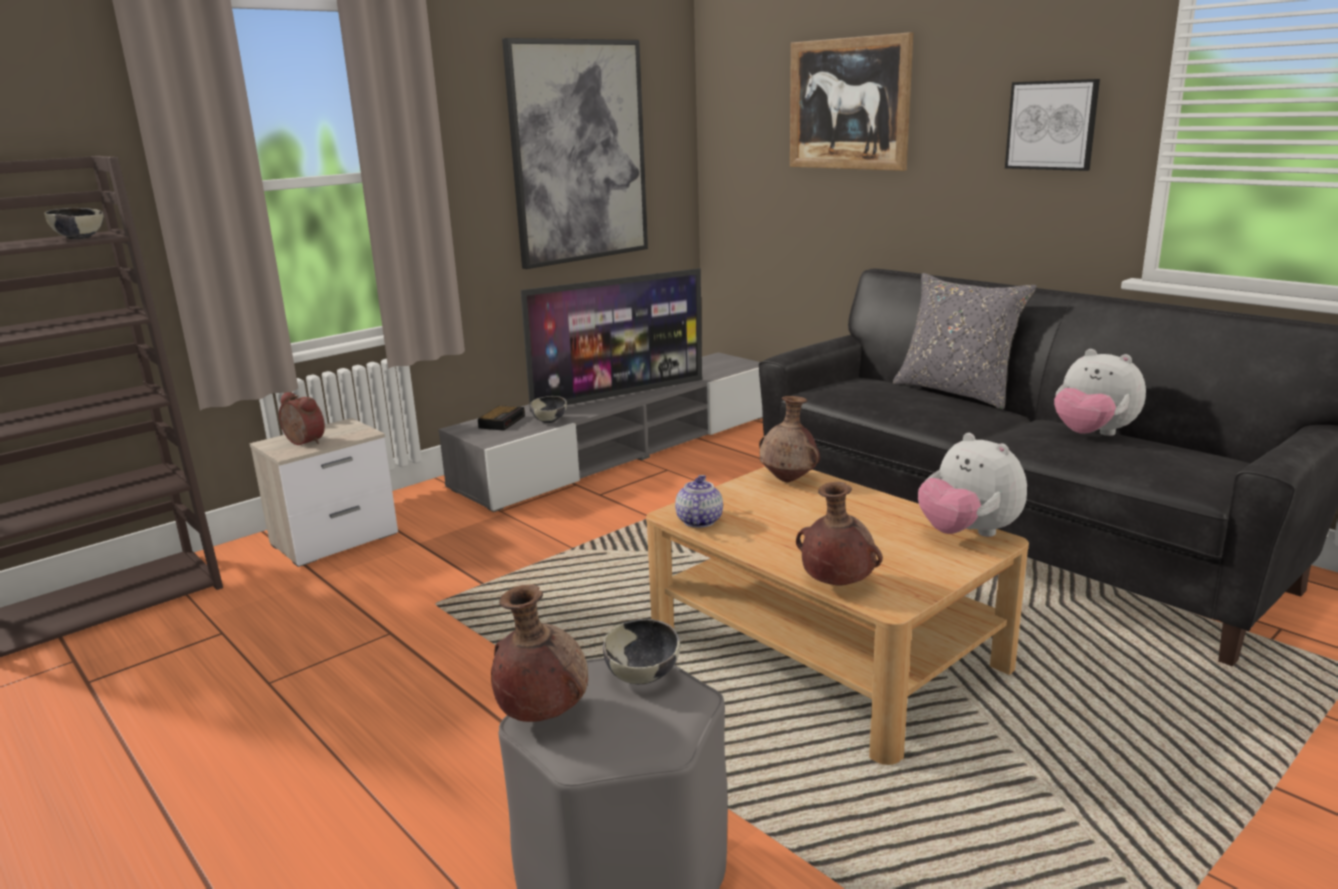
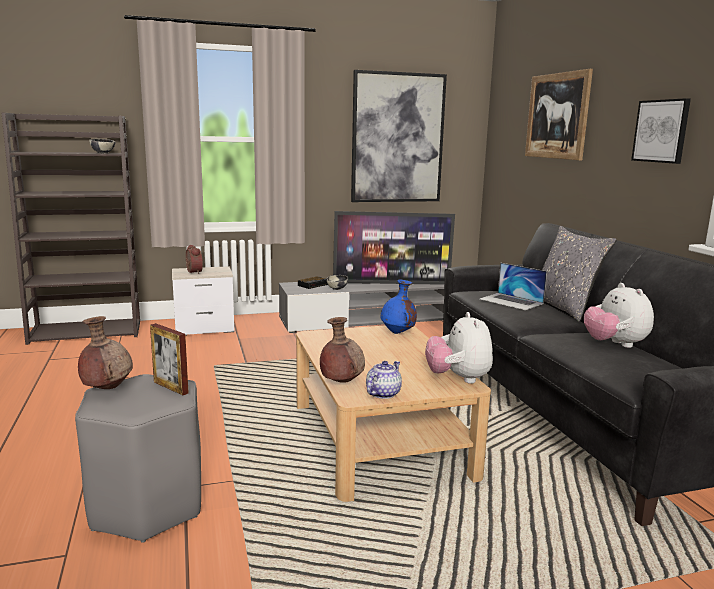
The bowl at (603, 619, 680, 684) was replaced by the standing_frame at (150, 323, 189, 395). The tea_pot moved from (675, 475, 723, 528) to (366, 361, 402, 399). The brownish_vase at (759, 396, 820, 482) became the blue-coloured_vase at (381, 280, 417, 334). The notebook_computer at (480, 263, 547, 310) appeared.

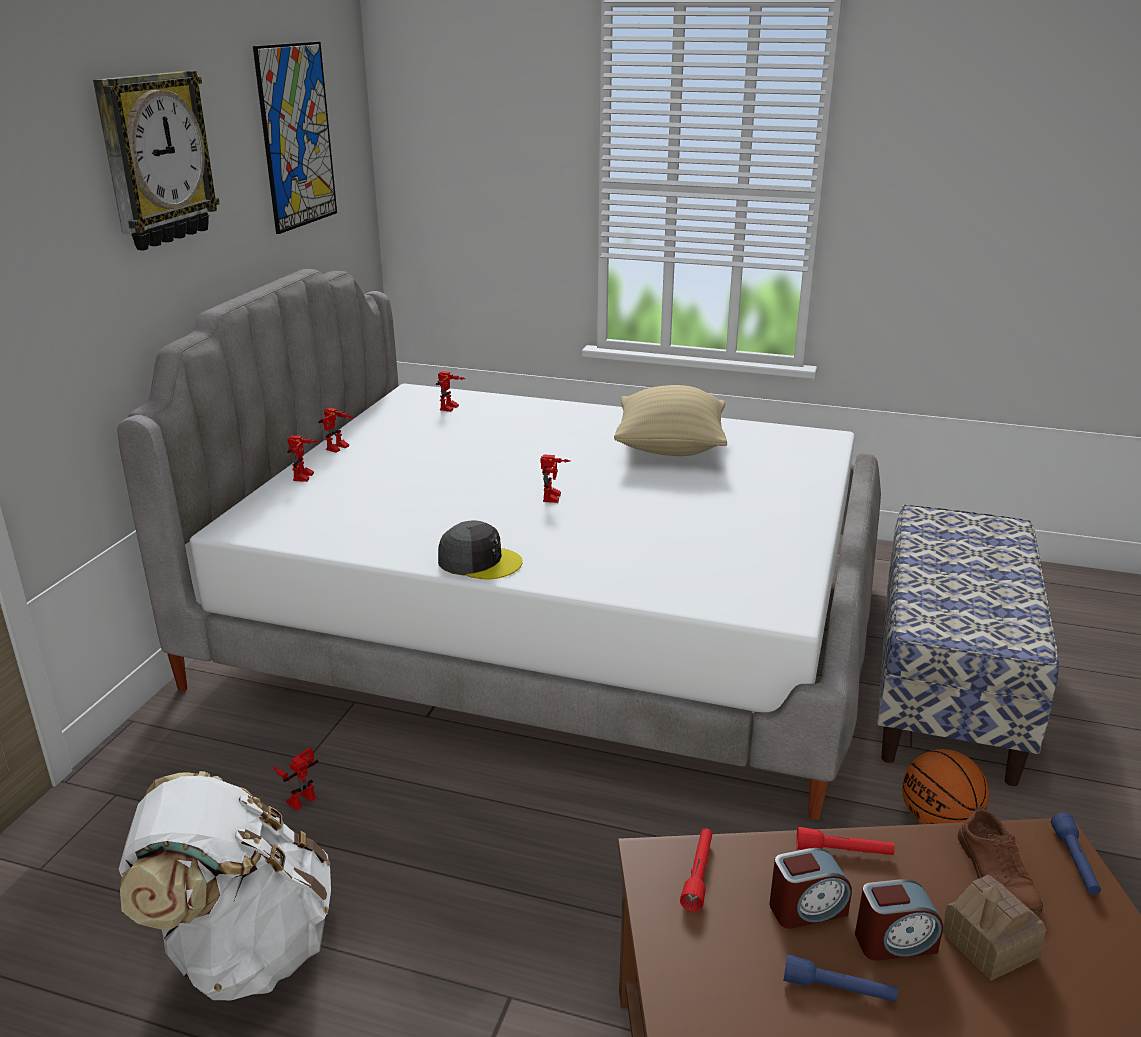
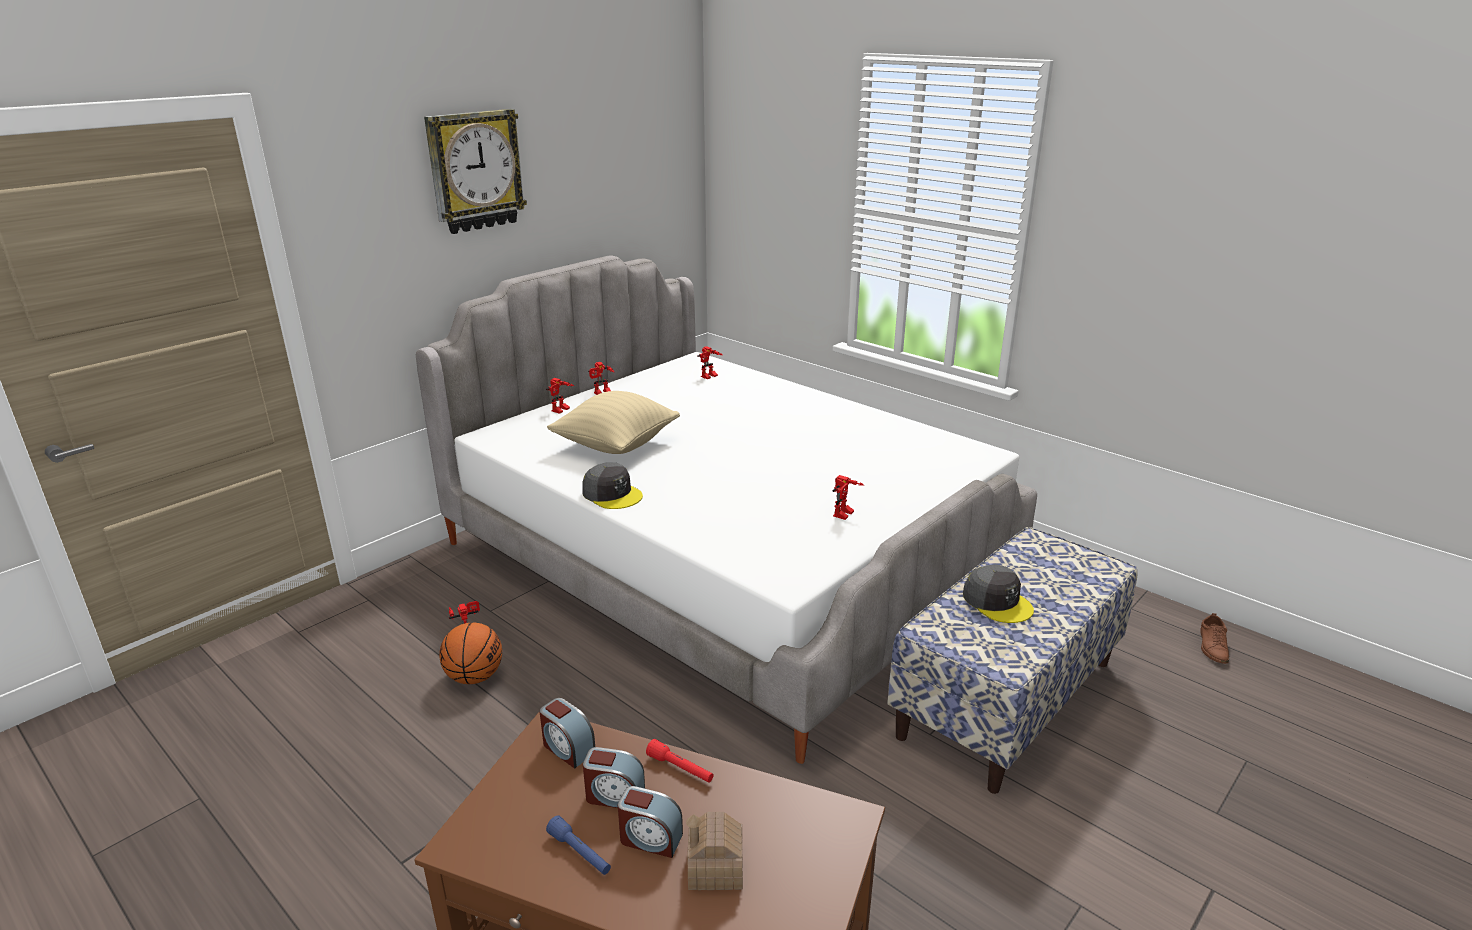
The whitish_knapsack at (119, 771, 331, 1000) disappeared. The picture at (253, 42, 337, 234) disappeared. The model_robot moved from (540, 454, 570, 503) to (832, 475, 864, 520). The beige-coloured_pillow moved from (614, 385, 727, 456) to (547, 391, 680, 454). The red_torch at (680, 829, 712, 911) was replaced by the alarm_clock at (539, 698, 595, 768). The basketball_ball moved from (902, 749, 989, 824) to (439, 623, 502, 684). The brownish_low_shoe moved from (957, 806, 1043, 915) to (1200, 613, 1229, 664). The blue-coloured_torch at (1051, 812, 1101, 895) disappeared. The greyish_baseball_cap at (963, 564, 1034, 623) appeared.

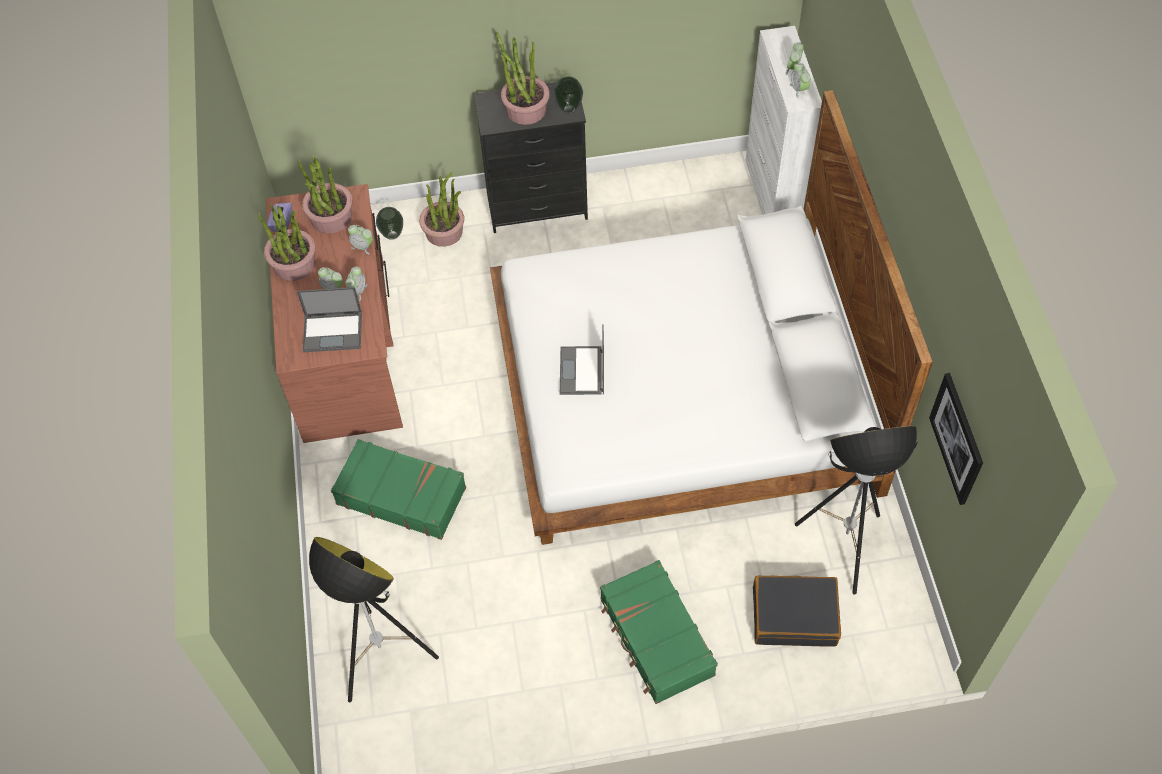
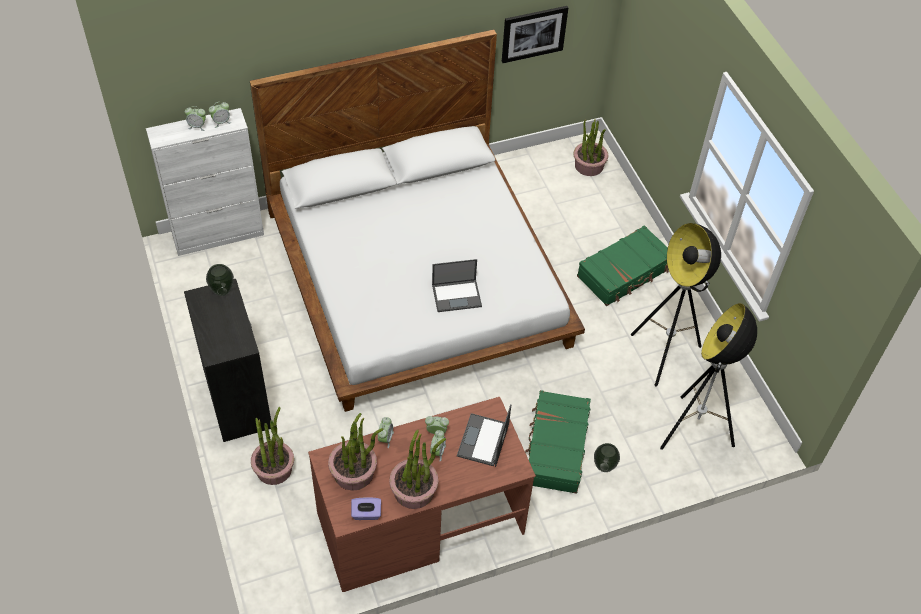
The notebook_computer at (297, 287, 362, 352) turned 150 degrees counterclockwise. The vase moved from (376, 207, 403, 240) to (594, 443, 620, 472). The houseplant moved from (496, 32, 550, 125) to (573, 119, 608, 176). The blackish_suitcase at (753, 575, 841, 647) disappeared. The standard_lamp moved from (795, 426, 918, 595) to (631, 223, 721, 387).

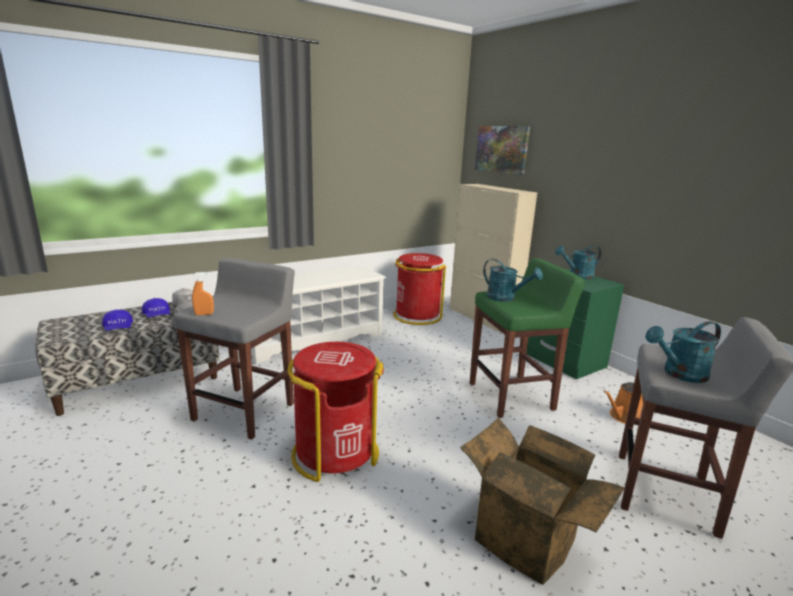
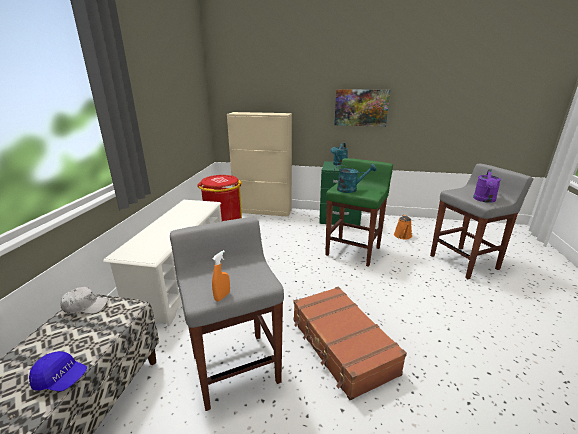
The blue-coloured_baseball_cap at (142, 298, 170, 317) disappeared. The red_rubbish_bin at (288, 342, 384, 482) was replaced by the brownish_suitcase at (294, 287, 407, 400). The carton at (460, 418, 625, 585) disappeared. The picture moved from (475, 126, 530, 175) to (334, 89, 390, 127). The turquoise-coloured_watering_pot at (645, 321, 721, 383) became the purplish_watering_pot at (473, 169, 501, 203).

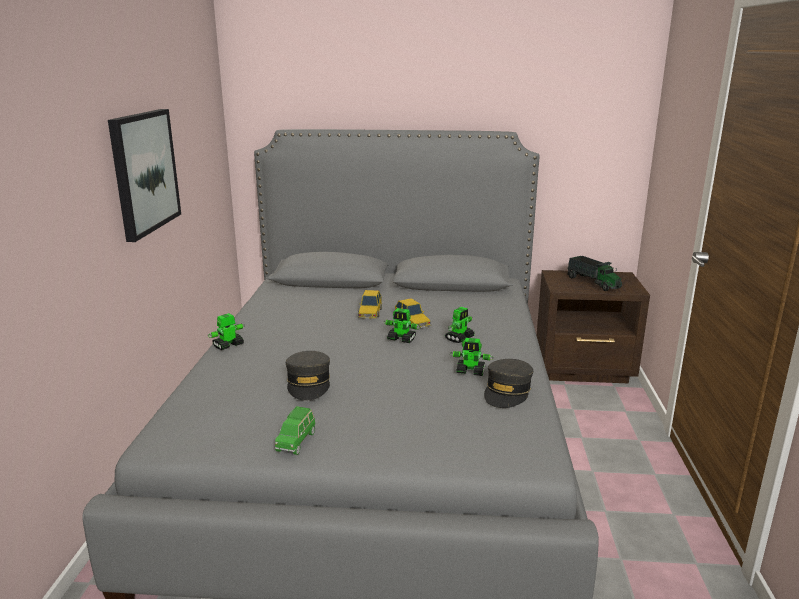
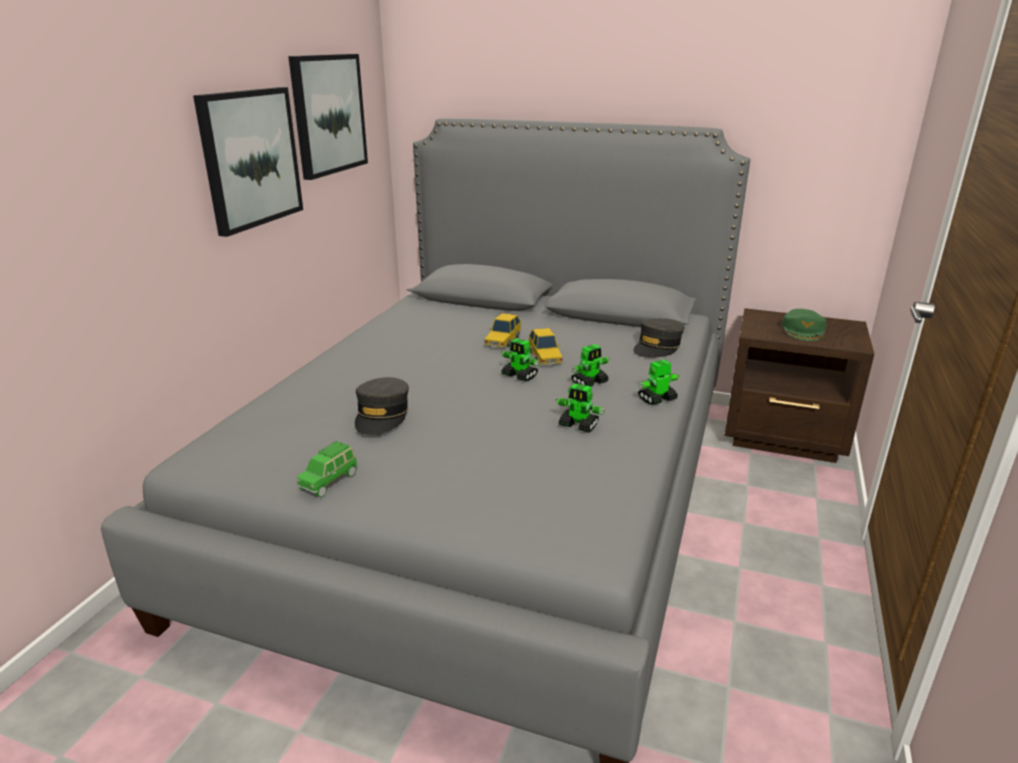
The model_robot moved from (208, 313, 244, 350) to (638, 360, 679, 405). The greyish_baseball_cap moved from (484, 359, 533, 408) to (633, 318, 684, 358). The toy_lorry at (567, 256, 622, 291) was replaced by the green_baseball_cap at (782, 309, 826, 341). The picture at (288, 54, 368, 180) appeared.

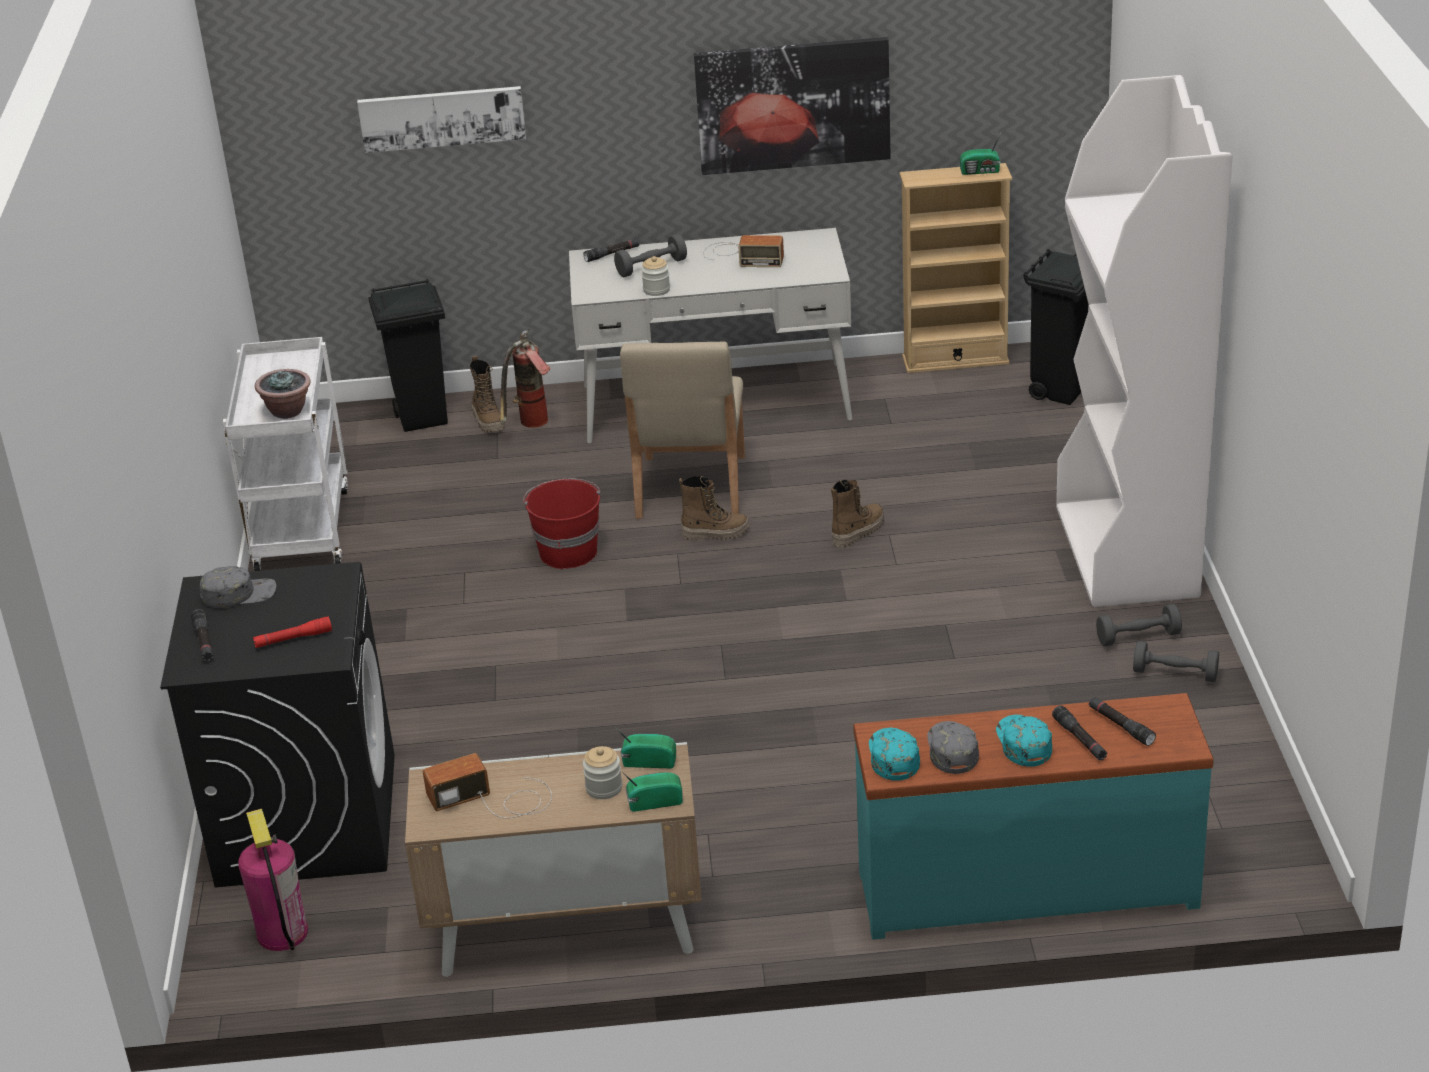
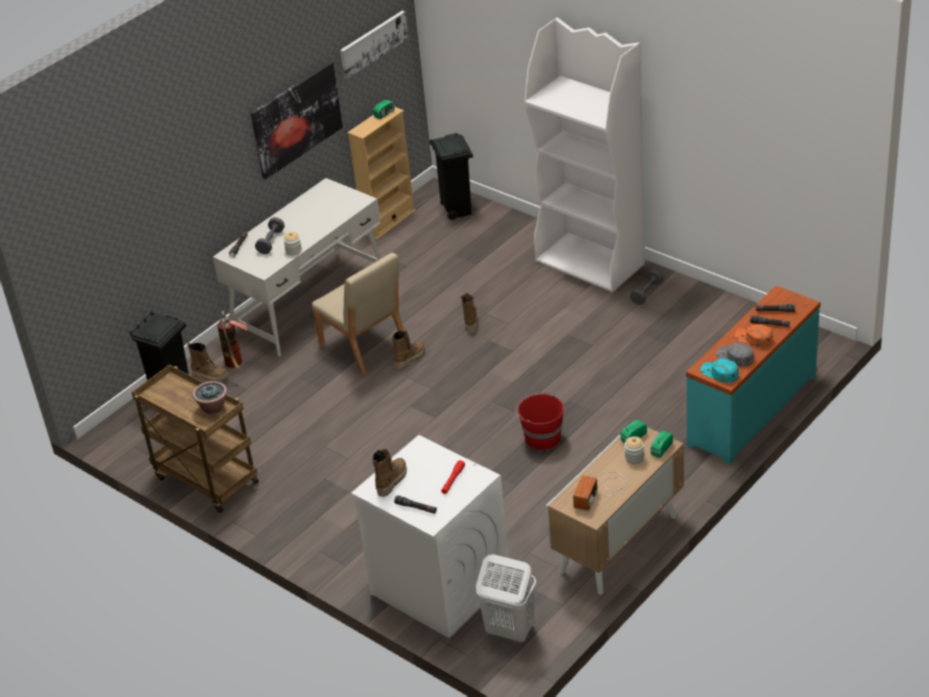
The blackish_laundry_machine at (160, 562, 395, 888) became the whitish_laundry_machine at (351, 435, 510, 638). The greyish_baseball_cap at (200, 566, 276, 608) was replaced by the high-top_boot at (372, 449, 407, 497). The whitish_cart at (222, 337, 348, 571) became the brownish_cart at (131, 365, 259, 513). The fire_extinguisher at (238, 809, 308, 951) was replaced by the whitish_washing_basket at (476, 554, 536, 642). The picture moved from (357, 86, 526, 153) to (340, 11, 408, 79). The red_pail moved from (523, 479, 600, 569) to (516, 393, 564, 450). The radio_set at (703, 235, 784, 267) disappeared. The turquoise-coloured_baseball_cap at (996, 715, 1052, 767) became the orange-coloured_baseball_cap at (735, 324, 773, 347). The greyish_dumbbell at (1133, 641, 1219, 682) disappeared.

